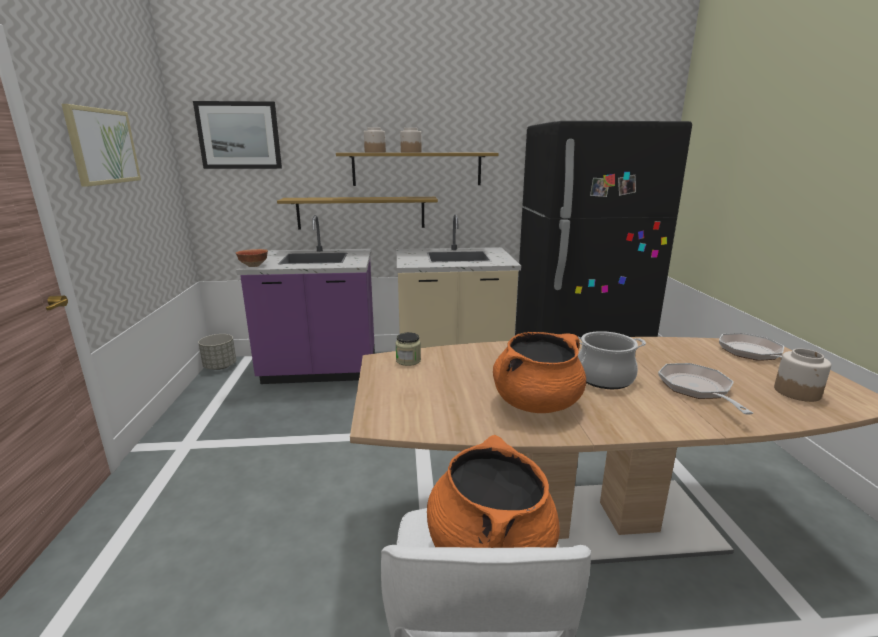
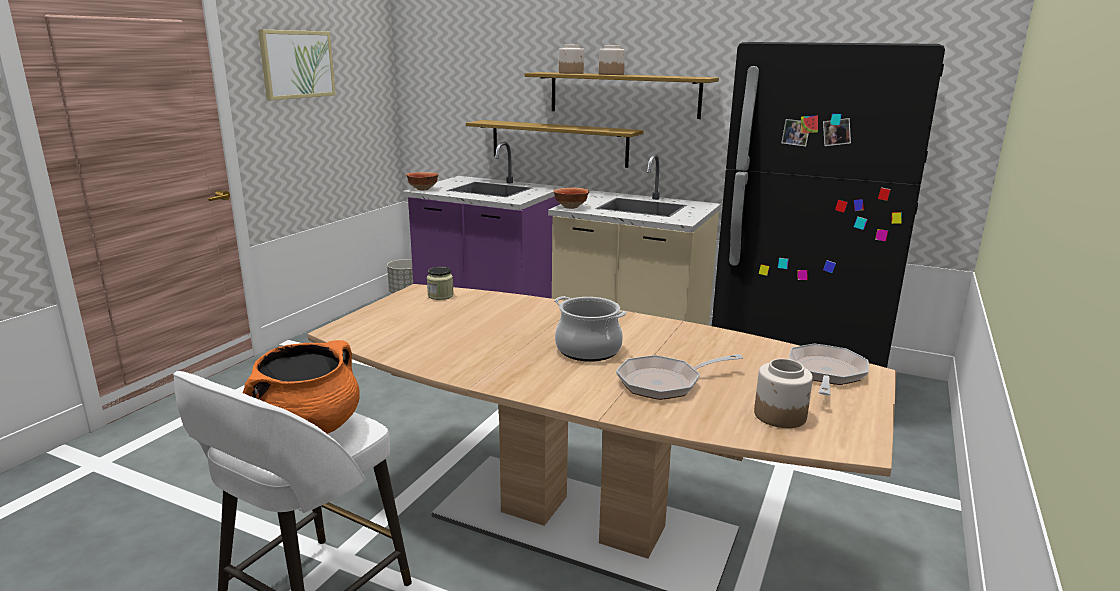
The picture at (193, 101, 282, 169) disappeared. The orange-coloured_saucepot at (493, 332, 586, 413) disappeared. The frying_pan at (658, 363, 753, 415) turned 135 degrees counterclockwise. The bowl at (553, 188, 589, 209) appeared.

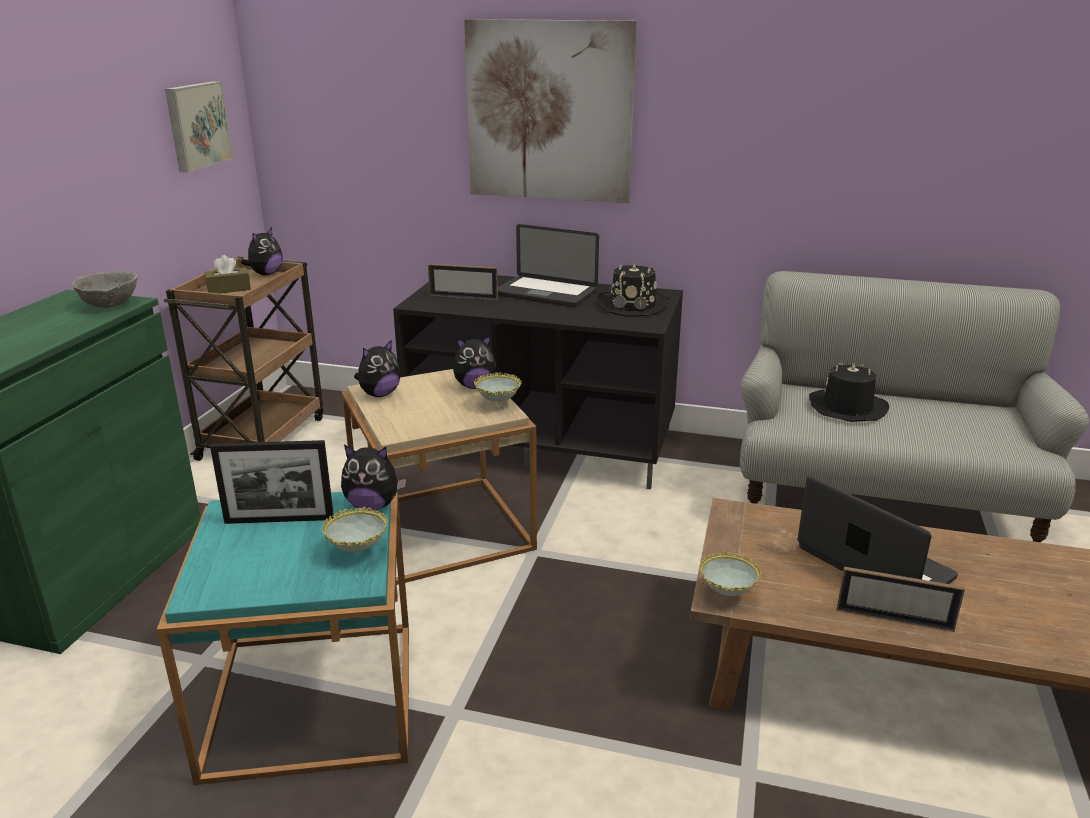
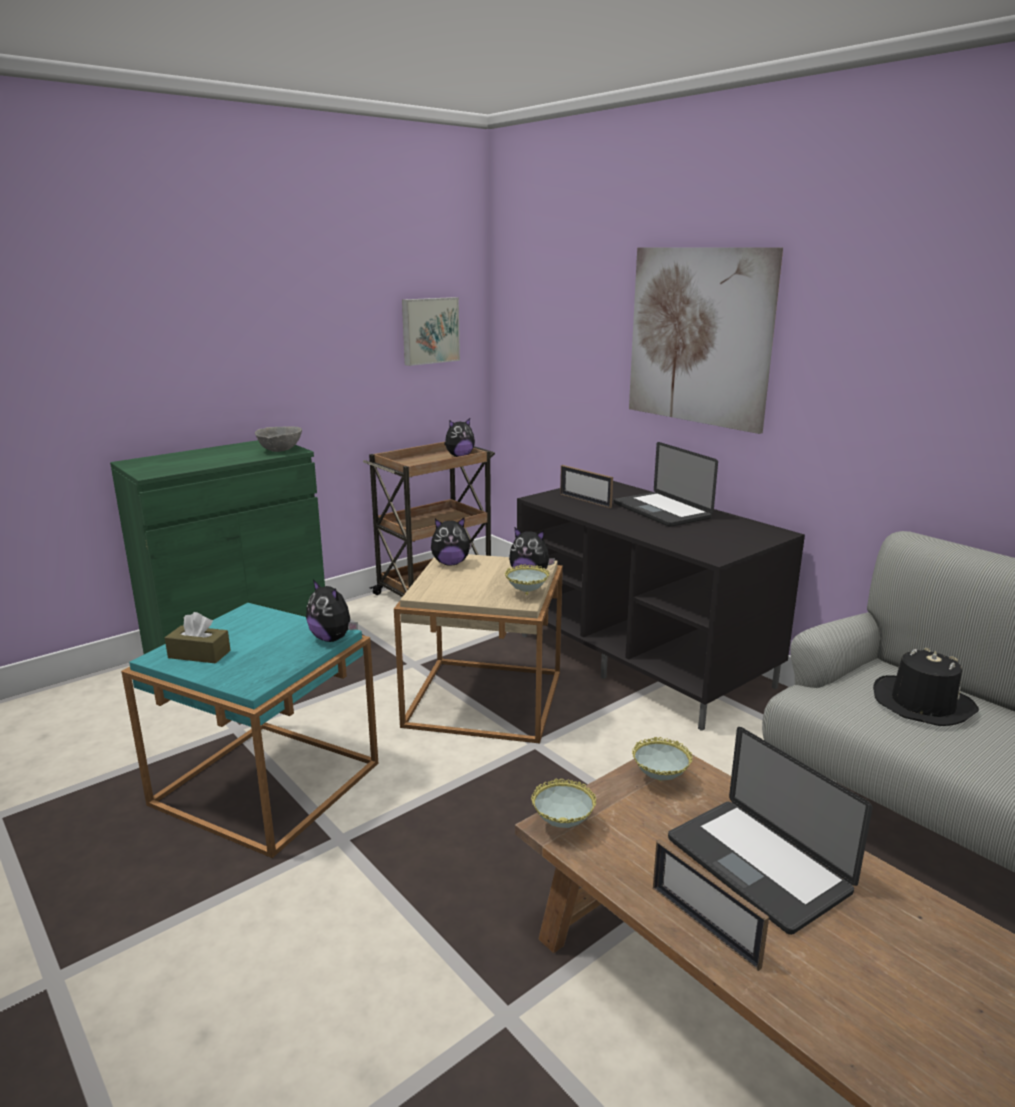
The brownish_tissue_holder moved from (205, 255, 251, 293) to (165, 612, 231, 664). The standing_frame at (210, 440, 334, 524) disappeared. The bowl moved from (322, 507, 388, 553) to (632, 737, 693, 781). The blackish_hat at (597, 263, 670, 317) disappeared. The notebook_computer at (798, 476, 958, 584) turned 150 degrees clockwise.

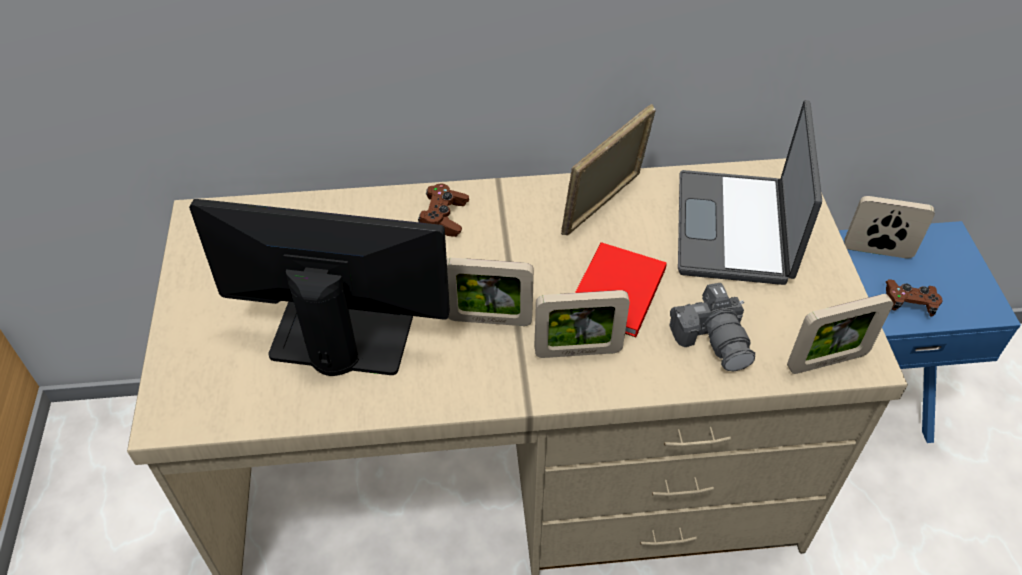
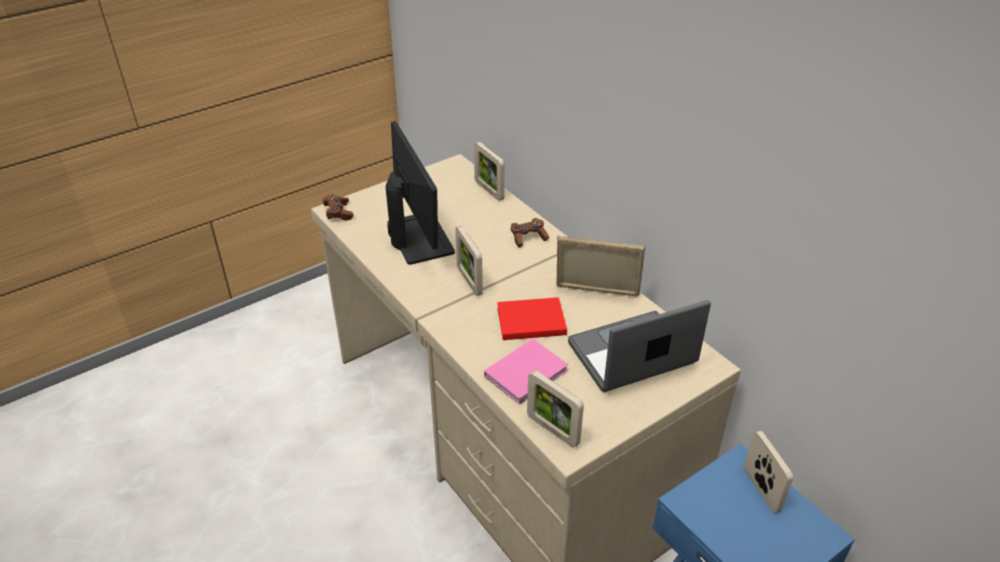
The standing_frame moved from (534, 290, 630, 358) to (474, 142, 505, 201). The still_camera at (669, 283, 755, 372) was replaced by the pink_volume at (484, 339, 569, 405). The brownish_joypad moved from (886, 279, 942, 317) to (322, 194, 354, 221).

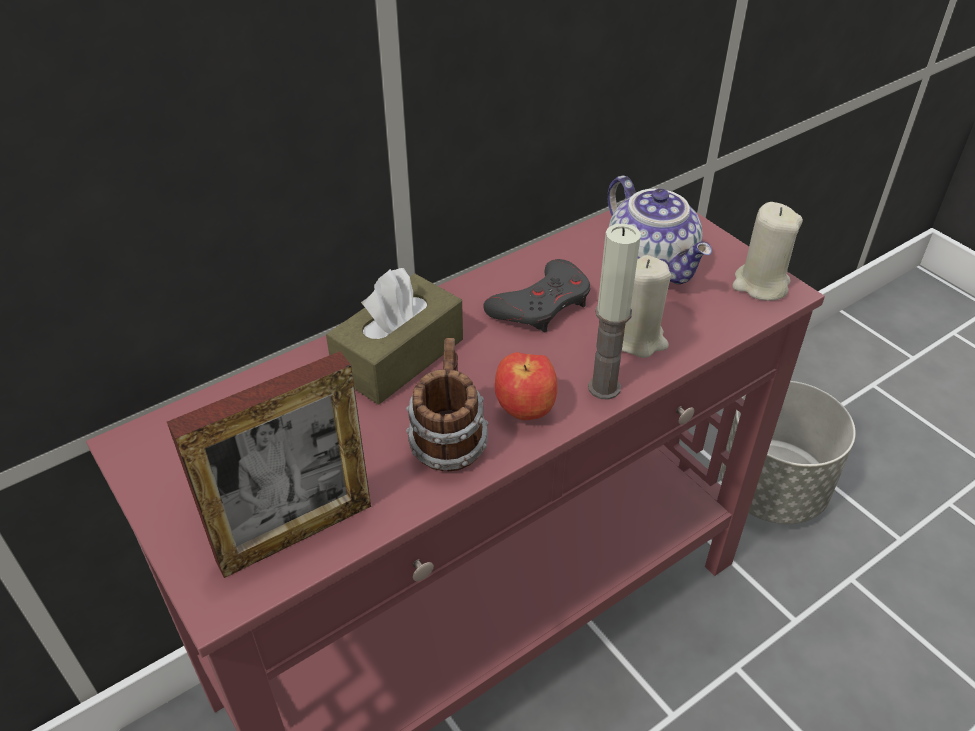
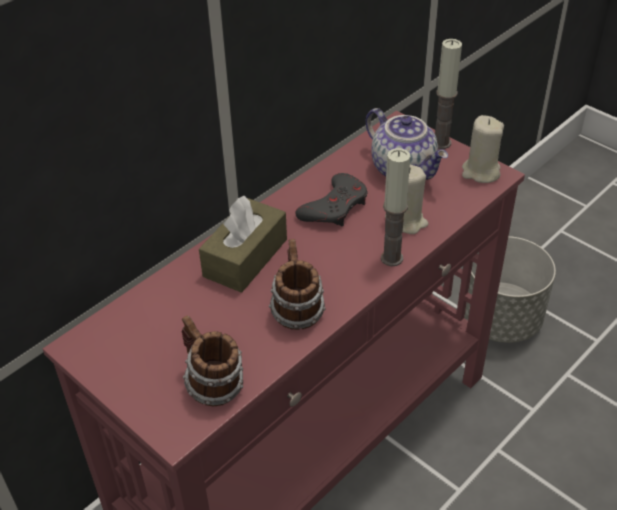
The standing_frame at (167, 351, 371, 578) was replaced by the mug at (182, 315, 243, 407). The apple_fruit at (495, 352, 557, 420) disappeared. The wax_light at (435, 39, 462, 149) appeared.

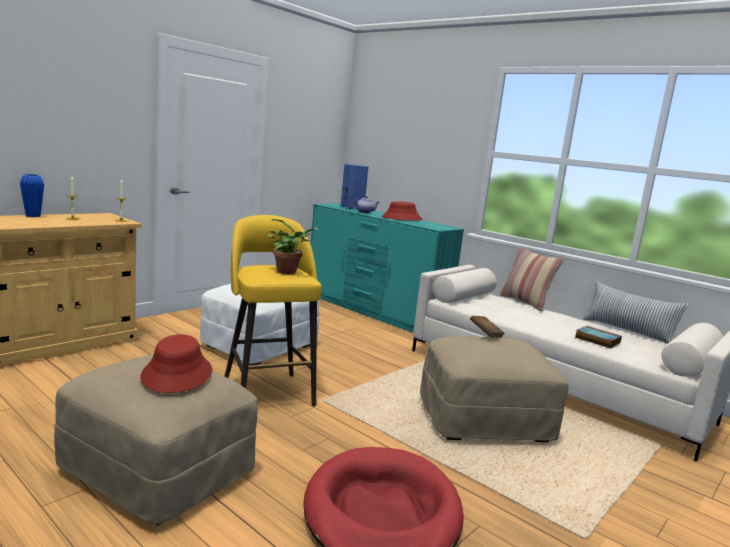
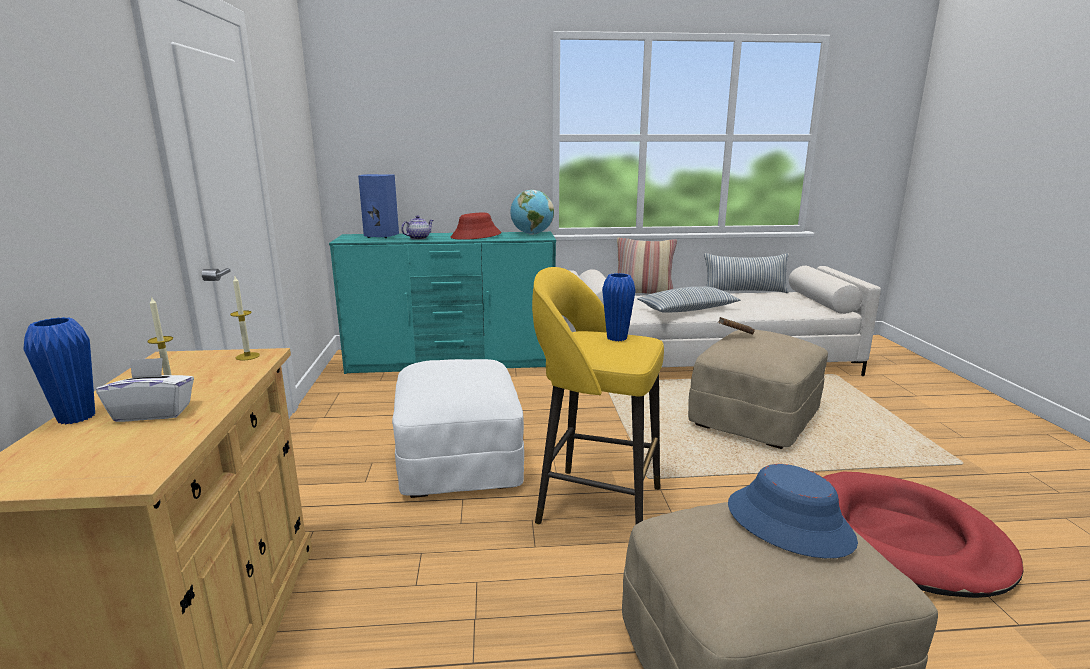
The red_hat at (140, 334, 212, 393) became the blue-coloured_hat at (728, 464, 858, 558). The houseplant at (267, 219, 318, 274) was replaced by the blue-coloured_vase at (602, 273, 636, 341). The volume at (575, 326, 622, 349) disappeared. The whitish_tissue_holder at (96, 357, 194, 422) appeared. The desk_globe at (510, 190, 554, 235) appeared. The pillow at (637, 286, 740, 313) appeared.

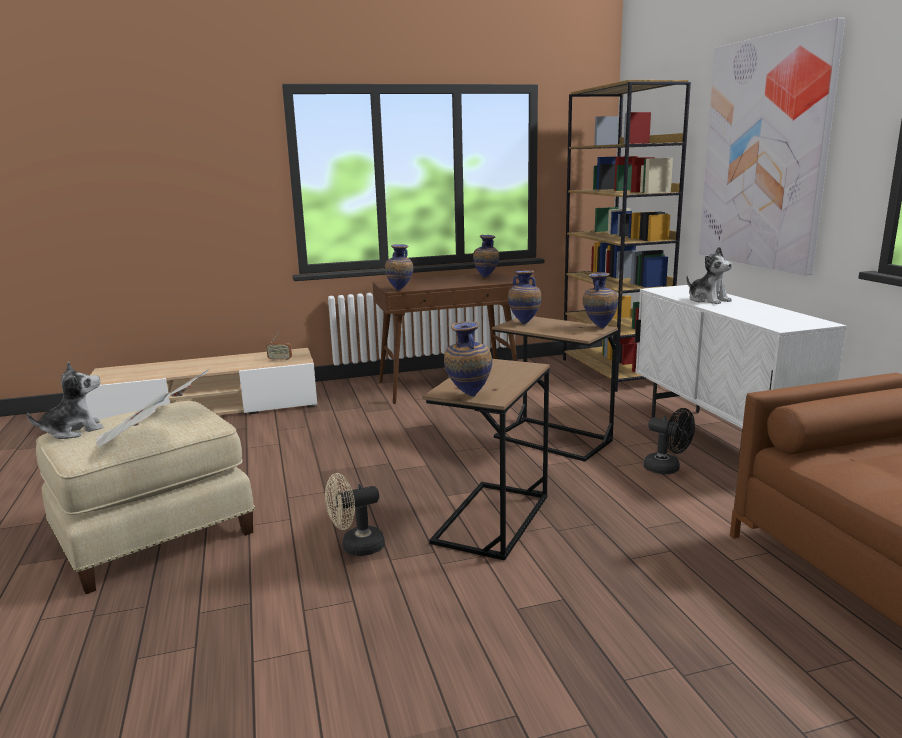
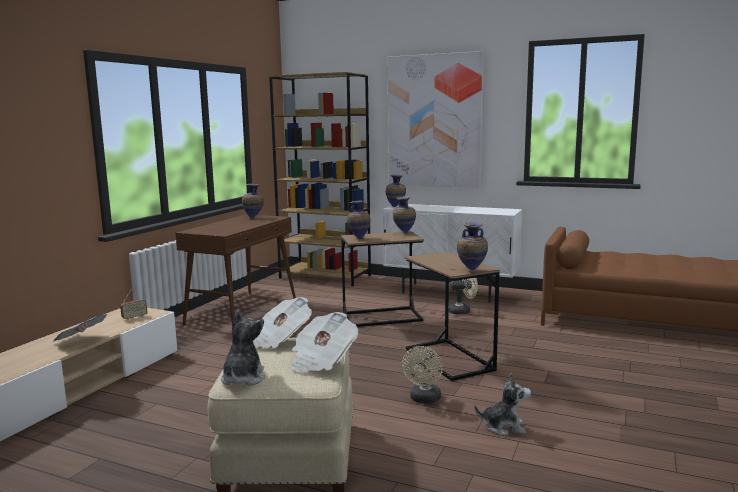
The vase moved from (385, 244, 413, 290) to (386, 175, 406, 207). The blackish_fan at (643, 408, 695, 474) became the beige-coloured_fan at (449, 278, 478, 314). The plush_toy moved from (686, 246, 732, 304) to (475, 373, 531, 436). The printed_paper at (52, 314, 107, 342) appeared.

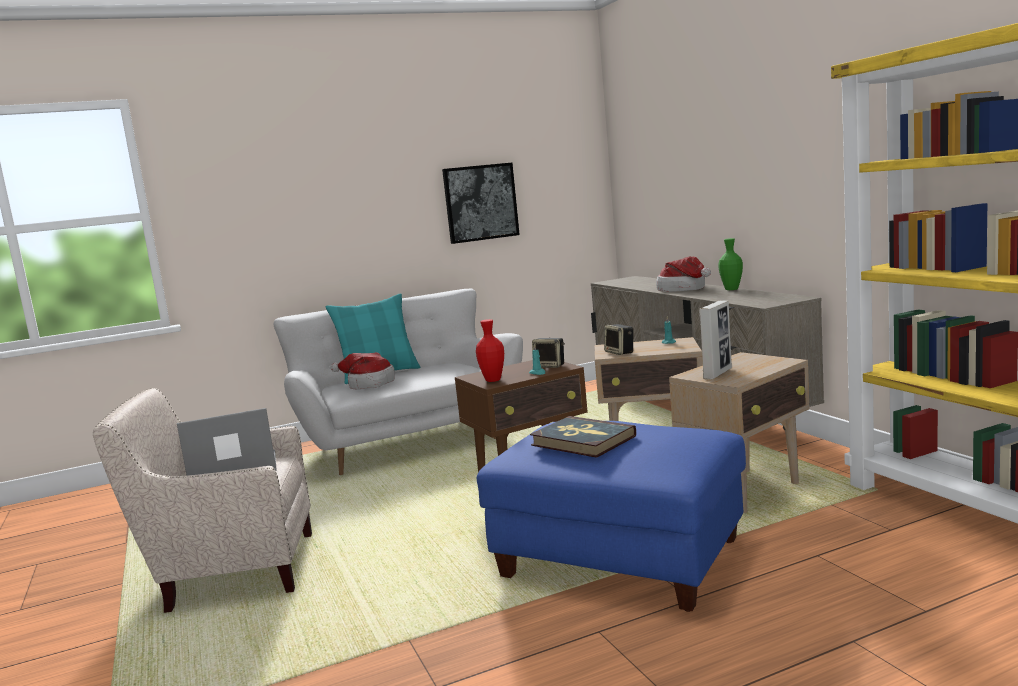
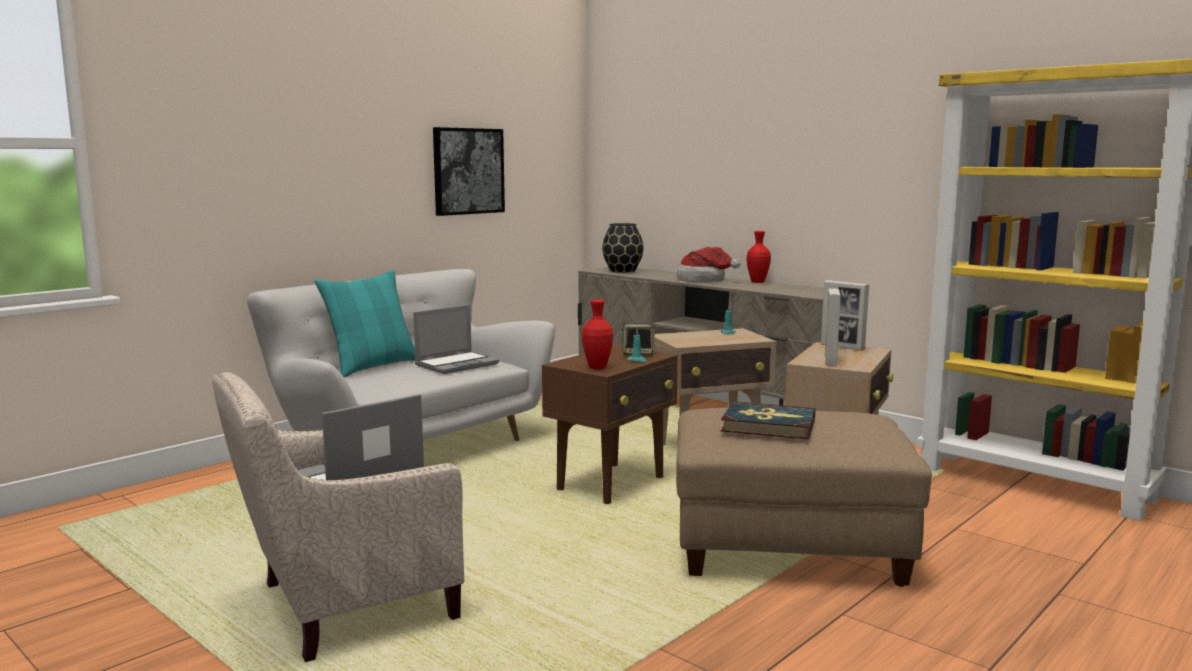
The hat at (331, 352, 395, 390) disappeared. The blue-coloured_pouffe at (477, 421, 746, 612) became the beige-coloured_pouffe at (676, 408, 932, 587). The loudspeaker at (604, 324, 633, 355) disappeared. The green_vase at (718, 238, 743, 290) became the red_vase at (747, 231, 771, 283). The notebook_computer at (413, 305, 499, 374) appeared. The blackish_vase at (602, 223, 643, 272) appeared. The standing_frame at (821, 280, 870, 351) appeared.

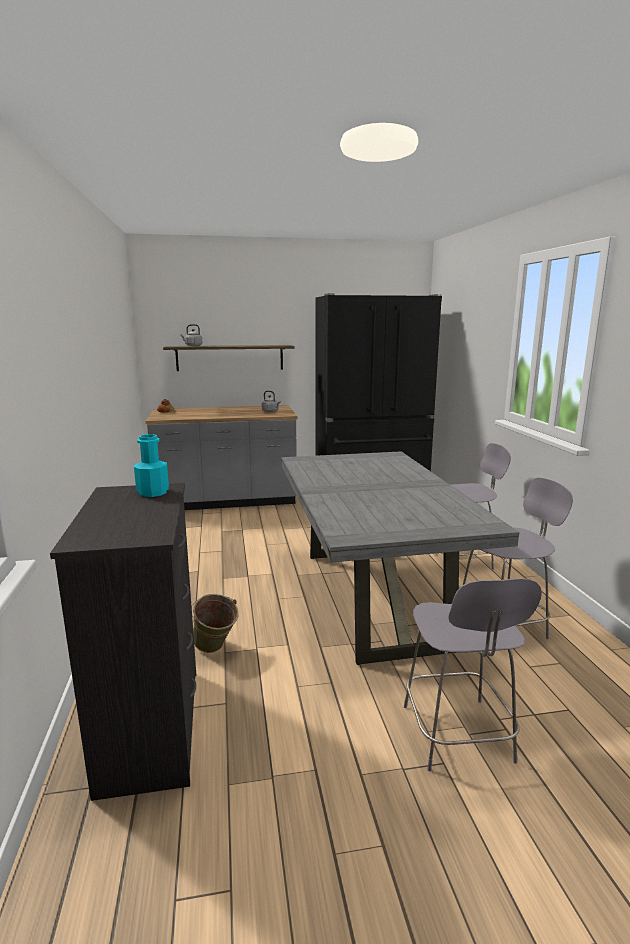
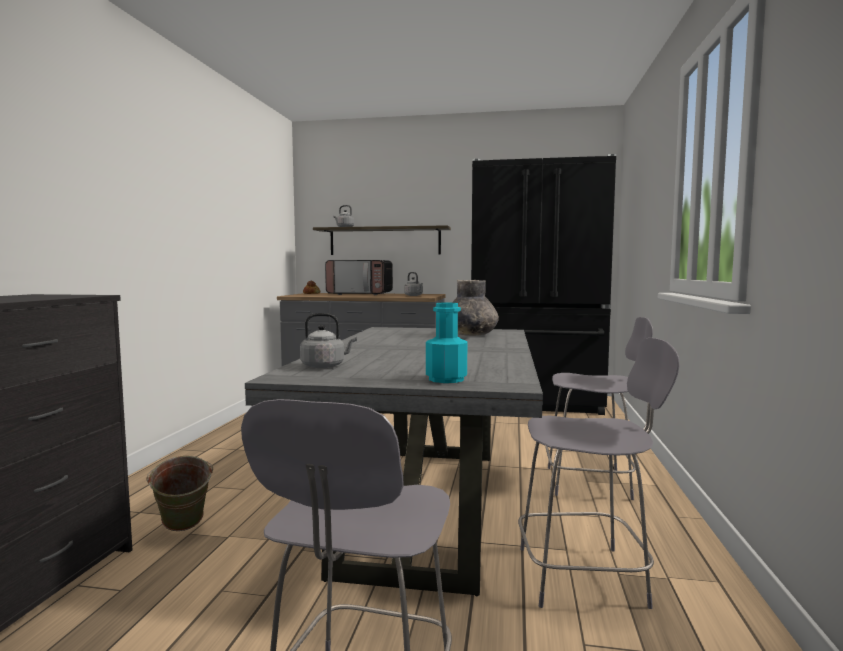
The turquoise-coloured_beverage_bottle moved from (134, 434, 169, 497) to (426, 303, 467, 383). The greyish_kettle at (300, 313, 357, 368) appeared. The microwave_oven at (325, 260, 393, 295) appeared. The greyish_vase at (452, 280, 499, 336) appeared.

